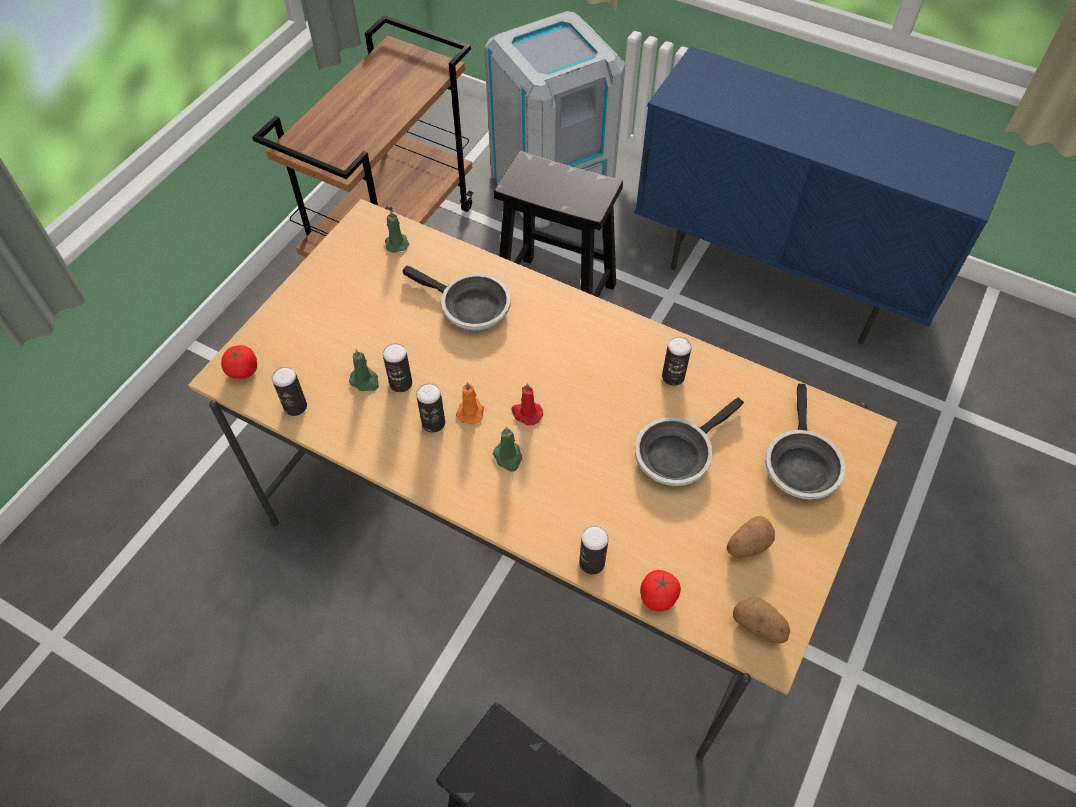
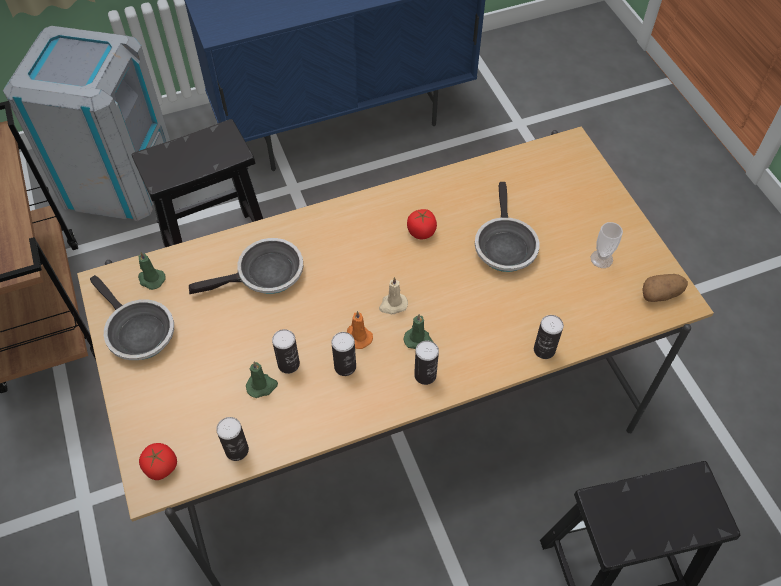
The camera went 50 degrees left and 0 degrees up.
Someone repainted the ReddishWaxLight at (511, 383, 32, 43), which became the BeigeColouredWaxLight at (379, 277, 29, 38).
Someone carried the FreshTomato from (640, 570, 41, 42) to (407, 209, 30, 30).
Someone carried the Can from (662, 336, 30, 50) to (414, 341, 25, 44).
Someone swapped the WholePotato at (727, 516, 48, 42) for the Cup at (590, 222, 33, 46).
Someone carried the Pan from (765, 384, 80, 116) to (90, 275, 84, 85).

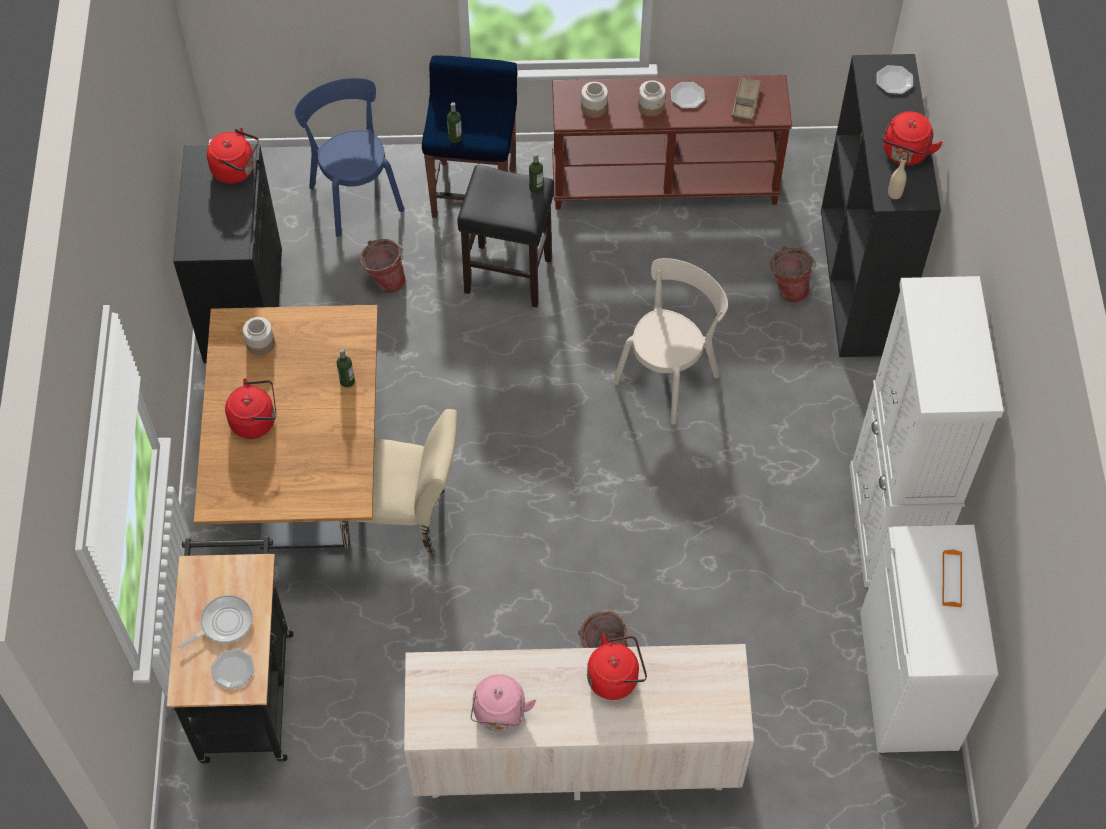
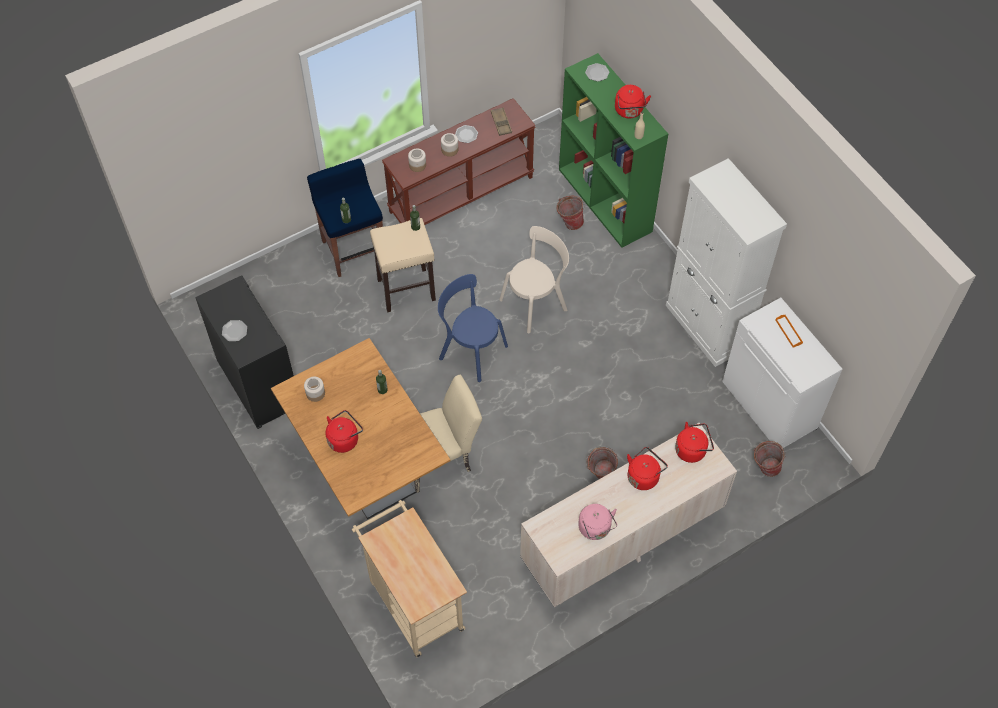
The camera went 30 degrees left and 0 degrees up.
Someone repainted the BlackishTrolley at (167, 536, 126, 228), which became the BeigeColouredTrolley at (352, 500, 115, 157).
Someone took away the Pan at (178, 595, 75, 54).
Someone carried the ReddishTeaKettle from (207, 128, 52, 56) to (675, 422, 39, 41).
Someone carried the DinnerPlate from (211, 648, 44, 41) to (222, 320, 25, 21).
Someone carried the BlueUprightChair from (295, 78, 109, 159) to (438, 274, 70, 108).
Someone carried the Pail from (360, 239, 46, 54) to (754, 441, 32, 36).
Someone repainted the BlackishStool at (457, 165, 97, 142), which became the BeigeColouredStool at (370, 218, 66, 94).
Someone rotated the BeigeColouredUprightChair at (613, 258, 115, 166) by 45 degrees clockwise.
Someone repainted the BlackishBookshelf at (821, 54, 120, 303), which became the GreenishBookshelf at (559, 53, 109, 195).

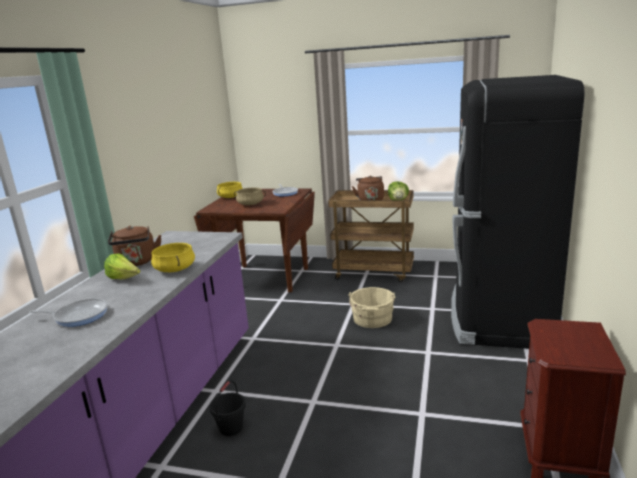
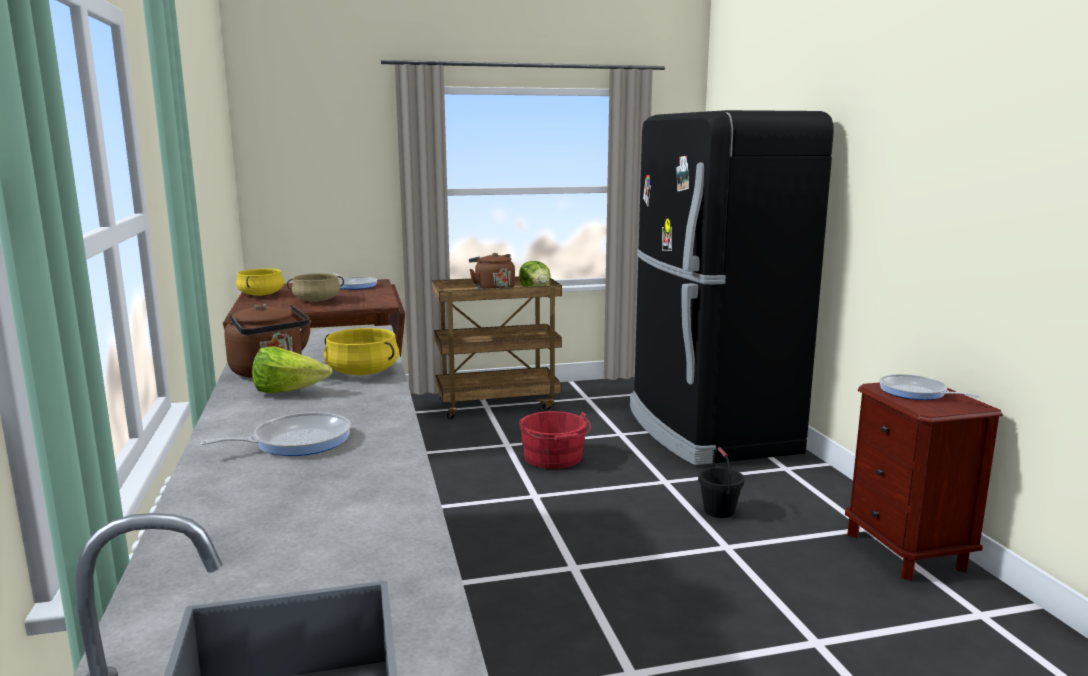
The camera went 30 degrees left and 5 degrees down.
Someone carried the BlackishPail from (210, 381, 36, 55) to (698, 447, 46, 71).
Someone repainted the BeigeColouredPail at (348, 287, 47, 41), which became the ReddishPail at (519, 411, 72, 58).
Someone put down the Pan at (879, 374, 101, 26).

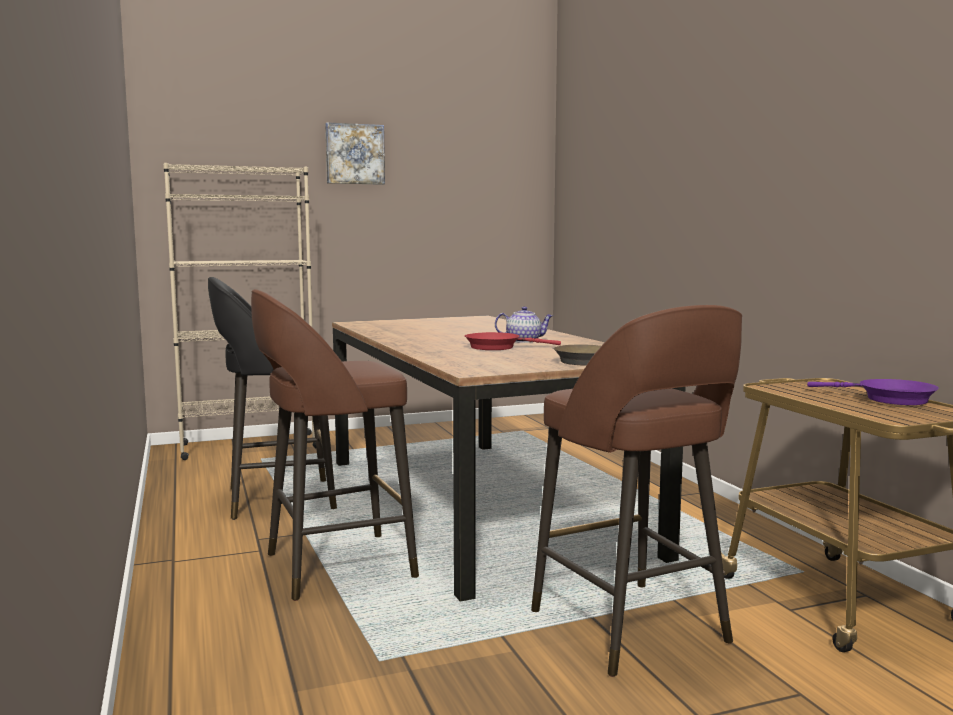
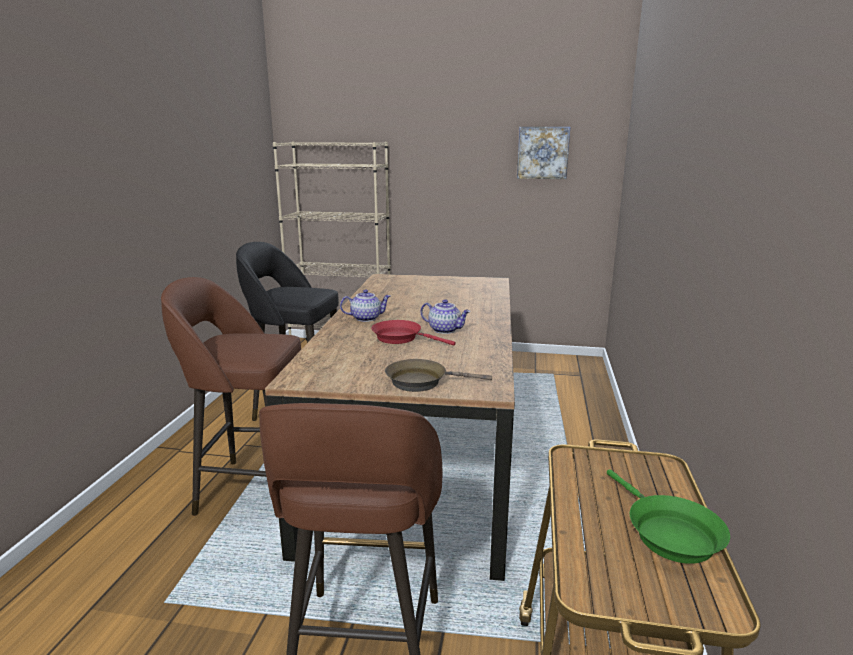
The camera went 30 degrees right and 10 degrees up.
Someone carried the Picture from (325, 122, 60, 63) to (517, 127, 53, 52).
Someone repainted the PurplePan at (807, 379, 132, 26), which became the GreenishPan at (607, 469, 123, 95).
Someone put down the TeaPot at (340, 289, 50, 33).

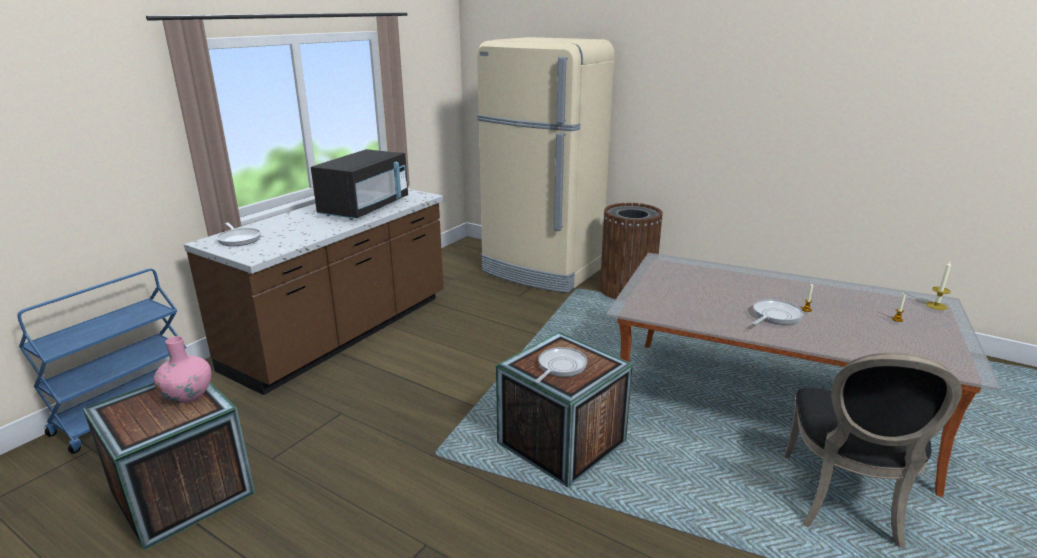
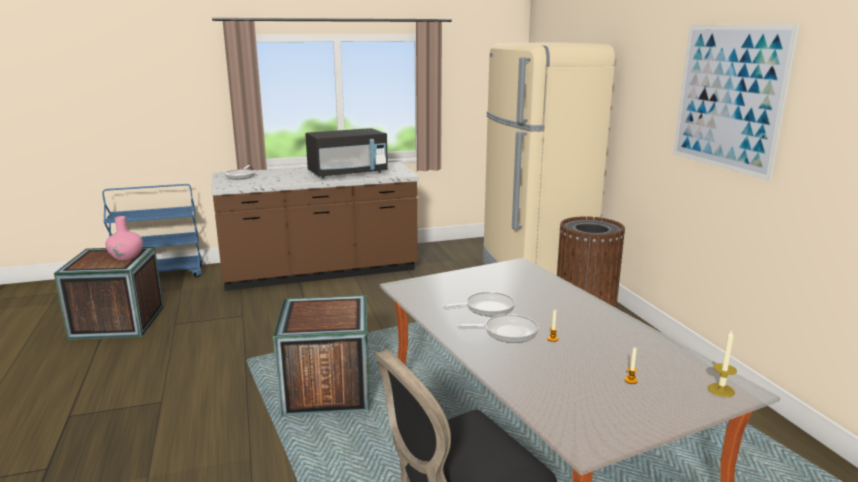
The camera went 40 degrees right and 5 degrees down.
Someone carried the Pan from (535, 347, 52, 36) to (442, 292, 73, 24).
Someone put up the Picture at (673, 24, 126, 157).

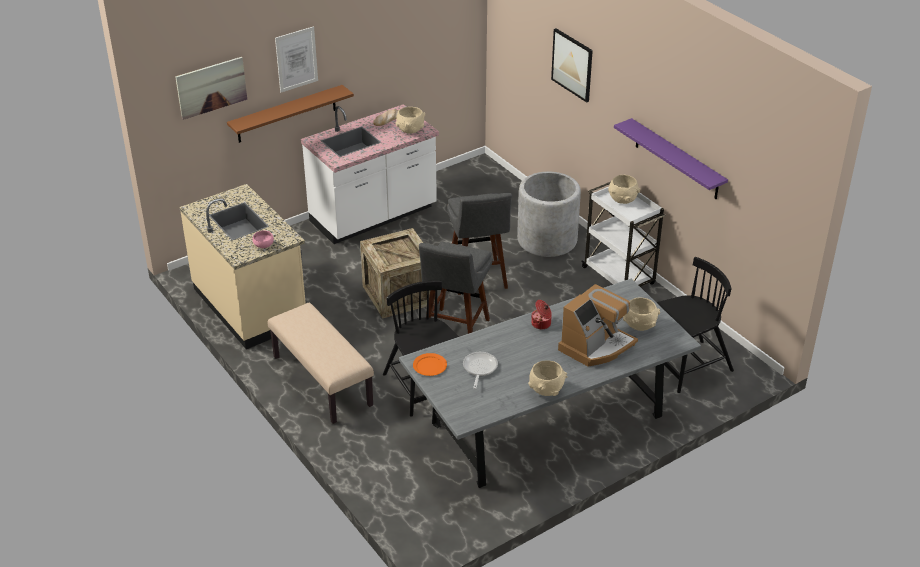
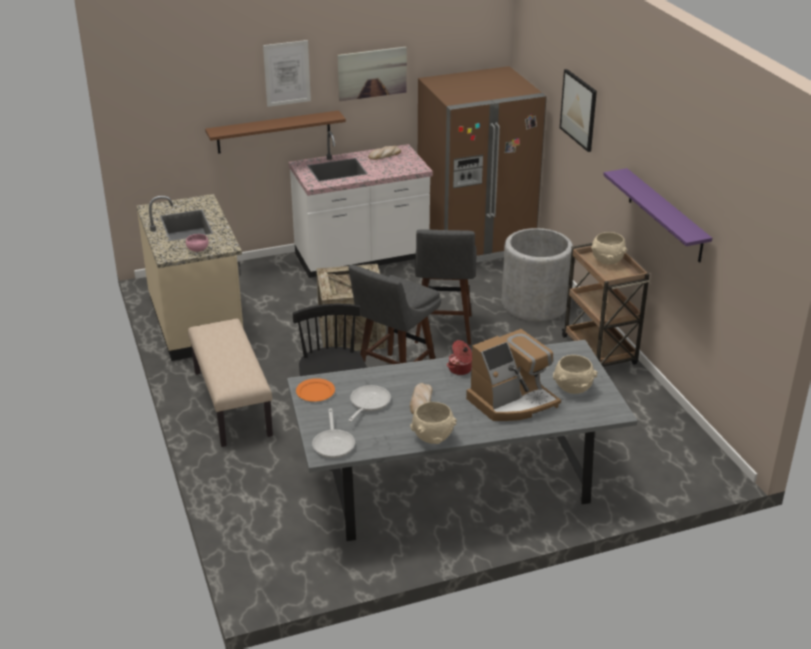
The camera went 15 degrees right and 5 degrees down.
Someone carried the Picture from (175, 57, 72, 63) to (337, 47, 70, 54).
Someone took away the BeigeColouredDeepDish at (396, 107, 29, 27).
Someone repainted the WhitishTrolley at (581, 182, 85, 105), which became the BrownishTrolley at (562, 243, 88, 124).
Someone took away the BlackishUprightChair at (657, 257, 77, 136).
Someone put down the Pan at (312, 408, 43, 50).
Someone put down the BakedBread at (410, 383, 22, 31).
Someone put down the BrownishFridge at (418, 66, 129, 196).

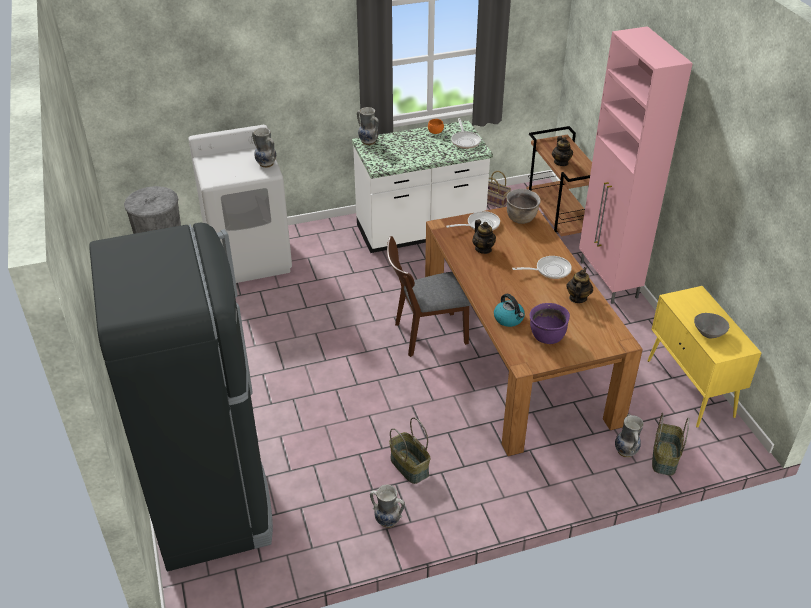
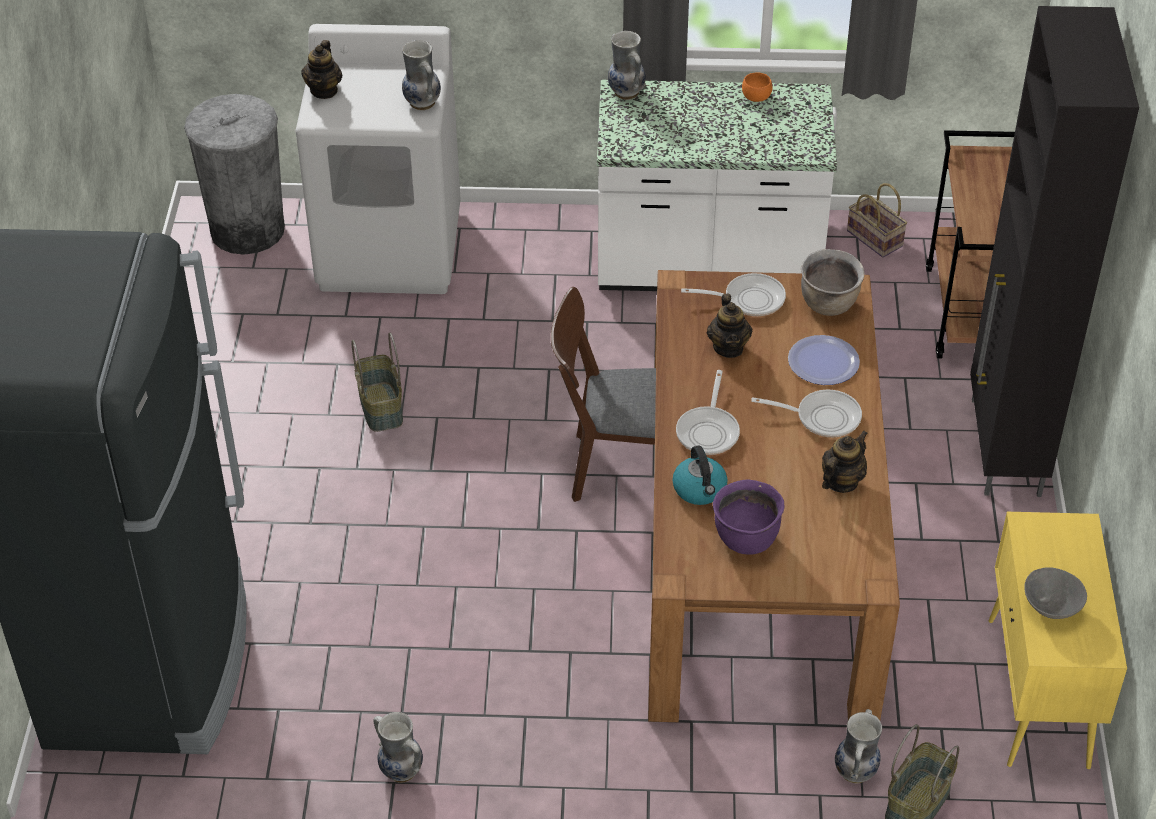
The camera went 20 degrees right and 5 degrees up.
Someone carried the HouseholdBasket from (389, 417, 42, 67) to (351, 333, 52, 99).
Someone carried the Pan from (451, 118, 30, 31) to (676, 370, 64, 85).
Someone carried the TeaPot from (552, 136, 21, 30) to (301, 40, 41, 59).
Someone repainted the PinkColouredCupboard at (579, 26, 114, 278), which became the BlackishCupboard at (970, 6, 169, 491).
Someone put down the DinnerPlate at (788, 335, 72, 50).

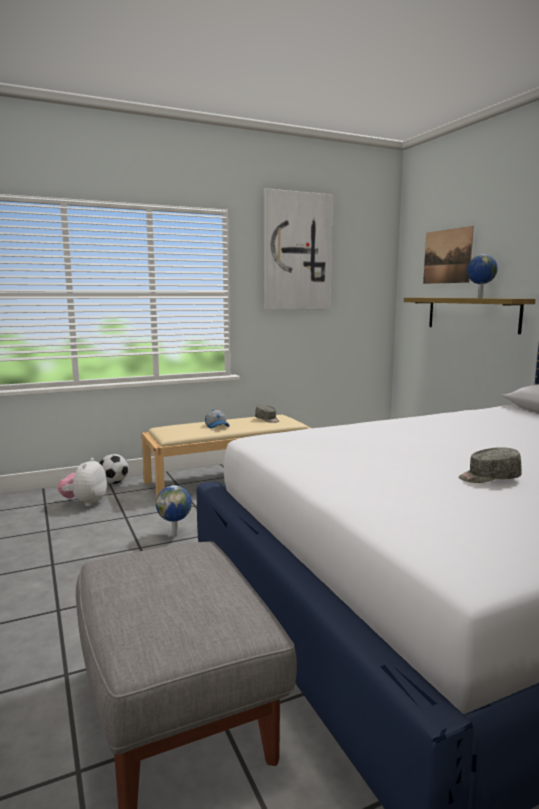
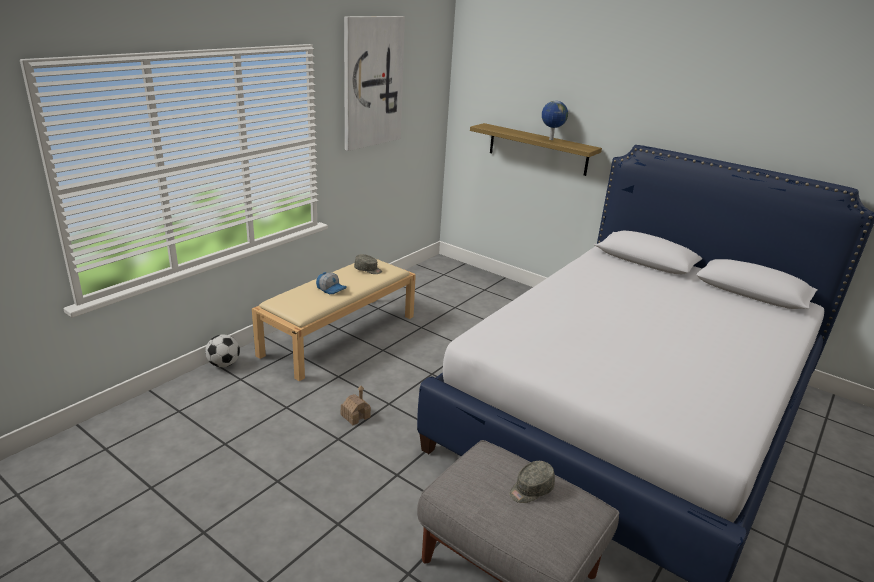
The camera went 30 degrees left and 15 degrees up.
Someone took away the CuddlyToy at (58, 458, 49, 49).
Someone swapped the WorldGlobe at (156, 485, 36, 52) for the ToyHouse at (340, 386, 31, 39).
Someone took away the Picture at (423, 226, 51, 58).
Someone carried the GreyishPeakedCap from (459, 447, 63, 36) to (509, 461, 46, 42).

